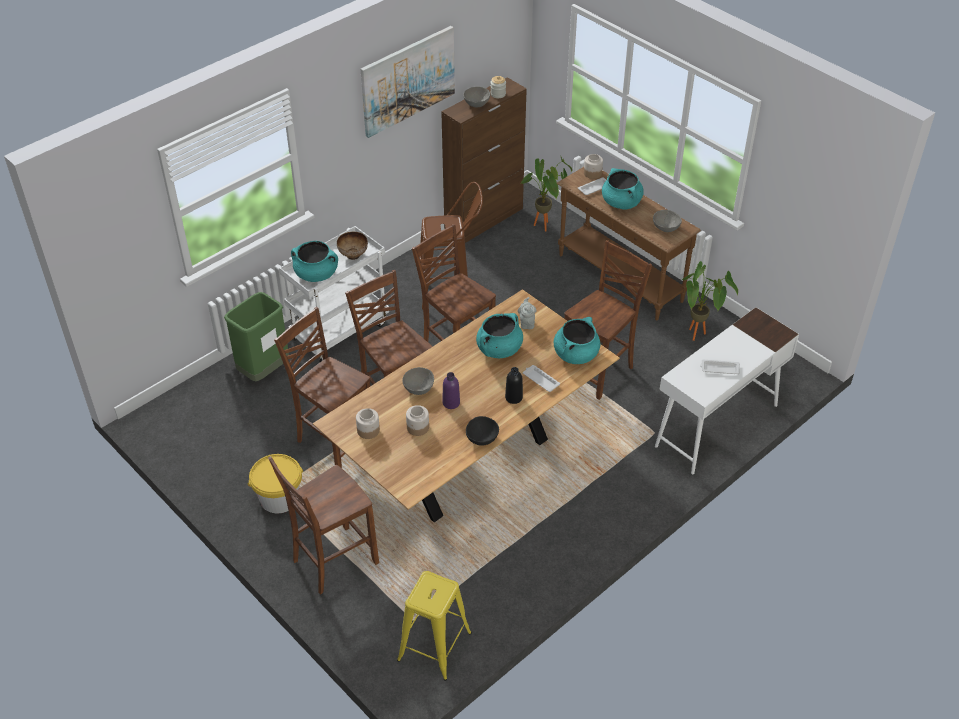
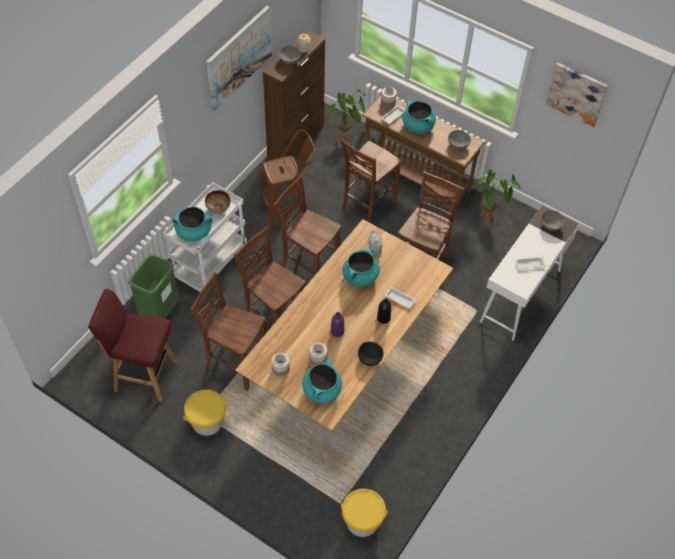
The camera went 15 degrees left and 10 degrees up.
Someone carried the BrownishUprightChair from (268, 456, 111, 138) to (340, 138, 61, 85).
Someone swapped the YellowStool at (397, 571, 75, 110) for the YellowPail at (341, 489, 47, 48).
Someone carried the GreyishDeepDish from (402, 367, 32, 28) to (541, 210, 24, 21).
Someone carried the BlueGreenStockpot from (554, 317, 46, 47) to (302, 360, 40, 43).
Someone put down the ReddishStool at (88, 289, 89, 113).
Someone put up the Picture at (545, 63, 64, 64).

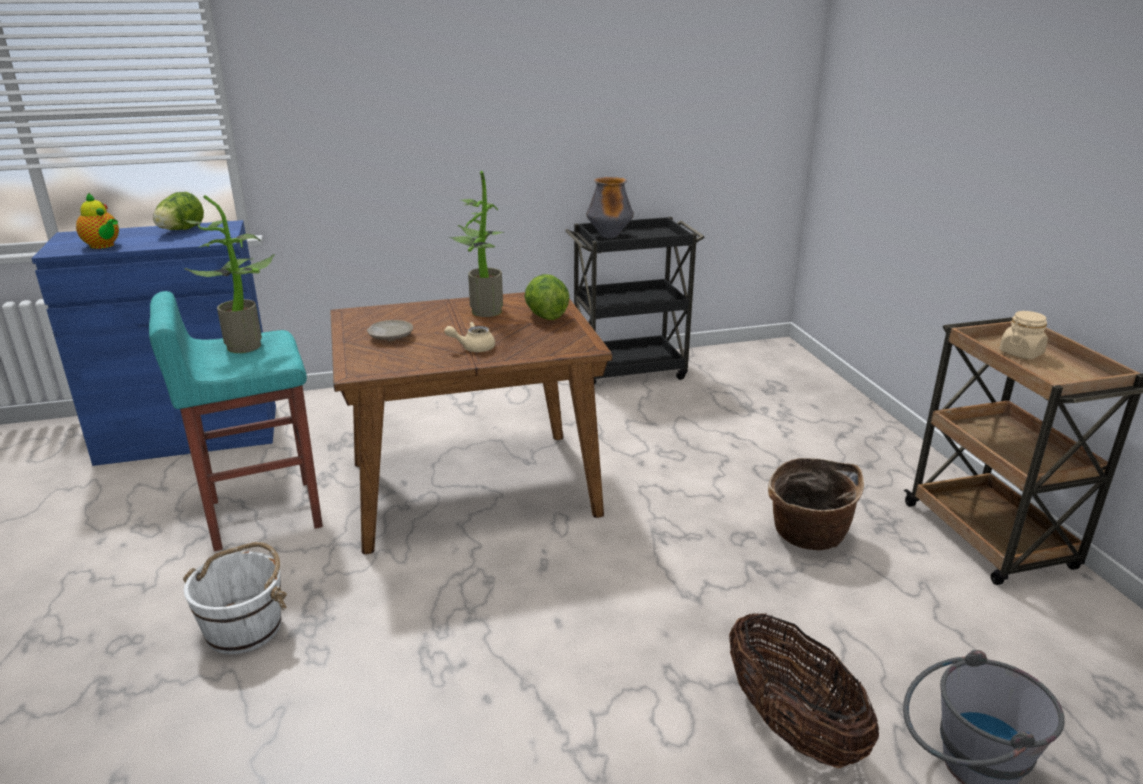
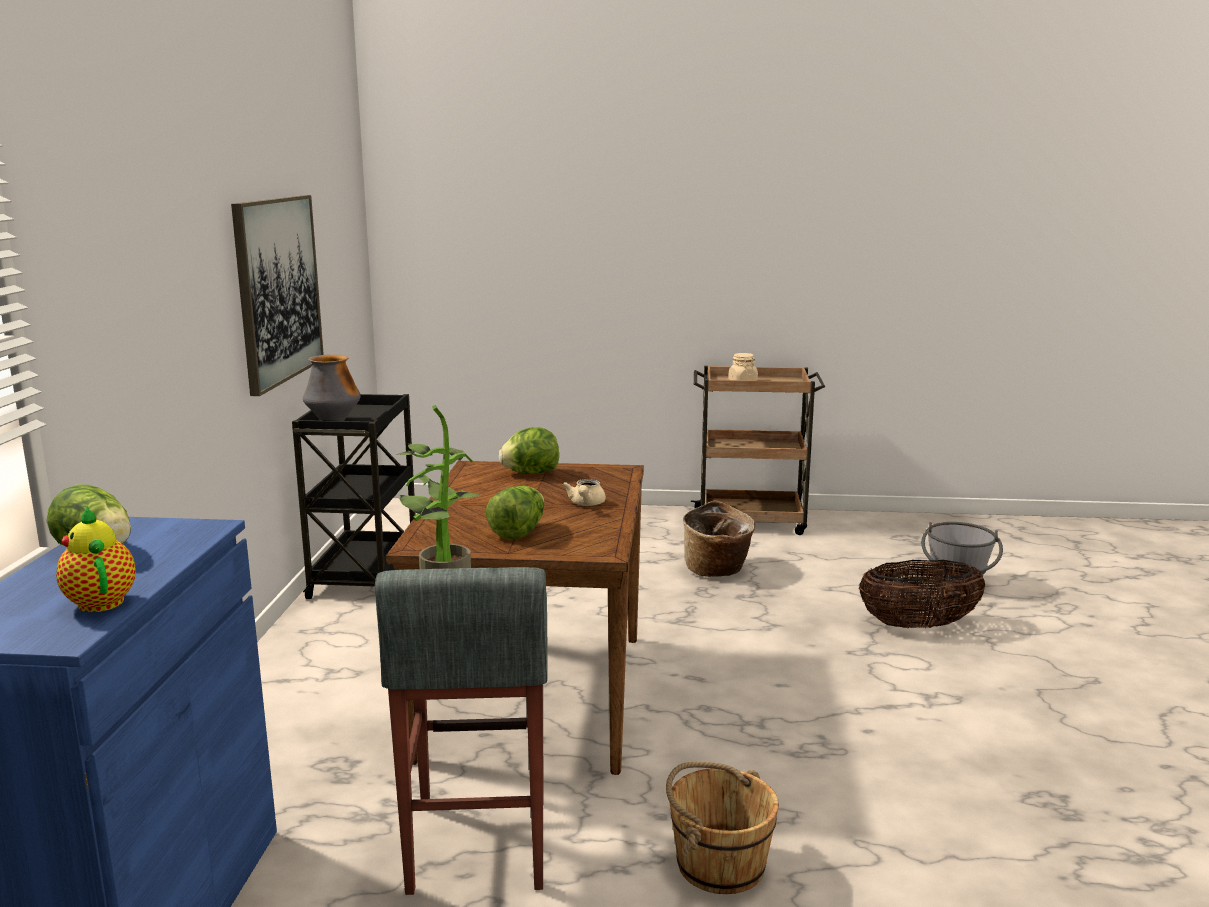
The camera went 70 degrees left and 10 degrees down.
Someone rotated the TeaPot at (76, 193, 43, 56) by 90 degrees counterclockwise.
Someone repainted the BlueGreenStool at (149, 291, 174, 260), which became the GreyishStool at (375, 567, 173, 328).
Someone repainted the WhitishPail at (183, 542, 104, 112), which became the BrownishPail at (666, 762, 113, 132).
Someone swapped the BeigeColouredDinnerPlate at (367, 320, 46, 21) for the Lettuce at (486, 486, 58, 54).
Someone took away the Houseplant at (448, 171, 56, 146).
Someone put up the Picture at (231, 195, 93, 201).

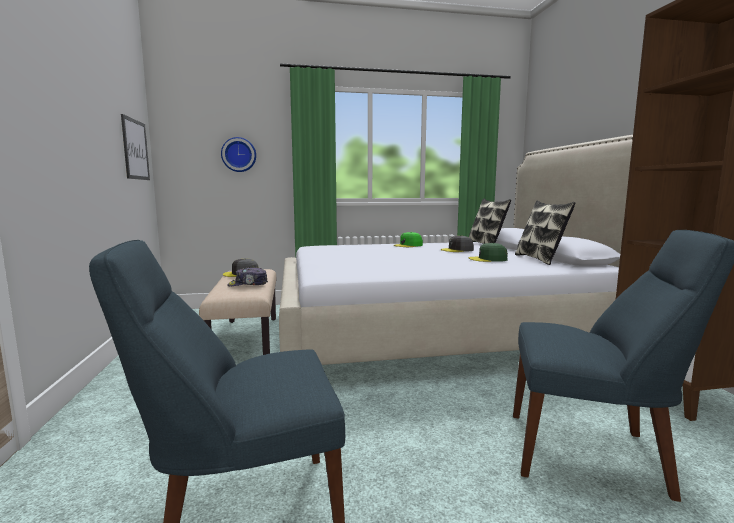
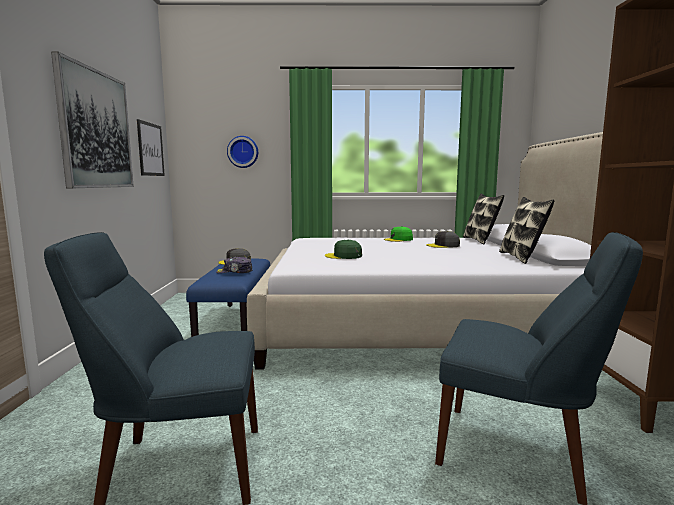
The camera went 10 degrees right and 0 degrees up.
Someone repainted the BeigeColouredIndoorBench at (199, 269, 77, 86), which became the BlueIndoorBench at (186, 258, 85, 79).
Someone carried the GreenishPeakedCap from (469, 243, 39, 19) to (325, 240, 37, 19).
Someone put up the Picture at (51, 52, 83, 136).

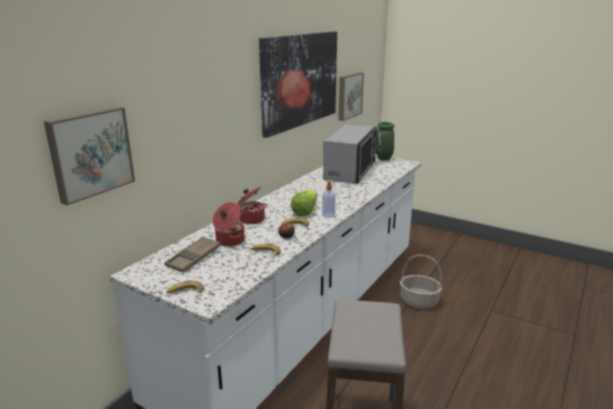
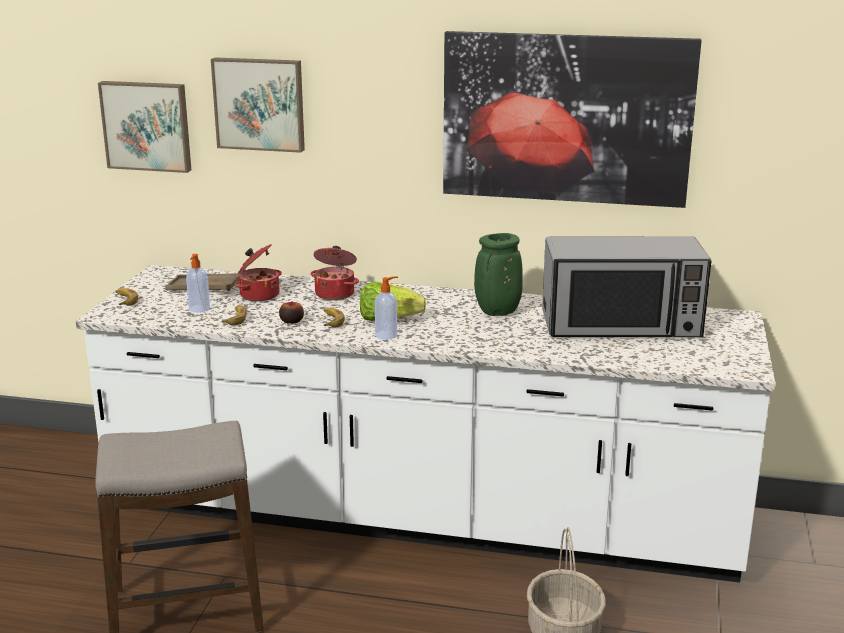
The camera went 70 degrees right and 0 degrees up.
Someone carried the Picture from (339, 72, 25, 49) to (211, 57, 94, 96).
Someone carried the GreenishDecorativeVase from (376, 122, 18, 39) to (474, 233, 49, 83).
Someone put down the SoapDispenser at (186, 254, 24, 59).

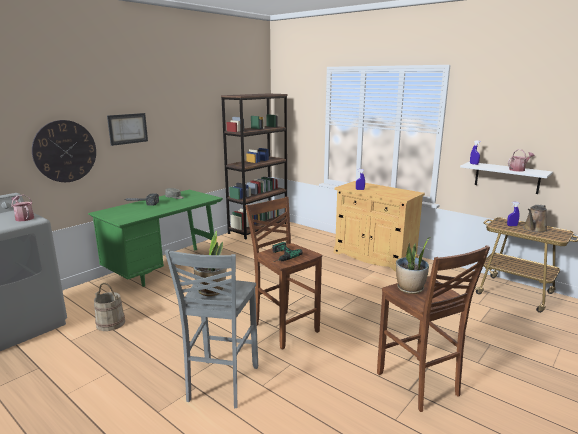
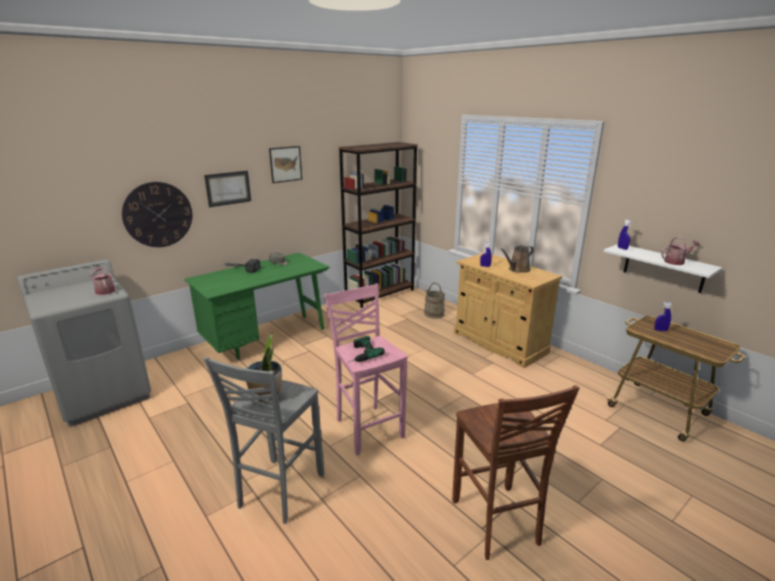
The camera went 10 degrees right and 5 degrees up.
Someone carried the BeigeColouredPail from (94, 283, 31, 48) to (424, 283, 21, 36).
Someone repainted the BrownishStool at (245, 197, 77, 153), which became the PinkColouredStool at (324, 284, 84, 171).
Someone took away the Houseplant at (396, 237, 34, 57).
Someone carried the BrownishWateringCan from (523, 205, 25, 28) to (500, 245, 34, 28).
Someone put up the Picture at (269, 146, 33, 37).

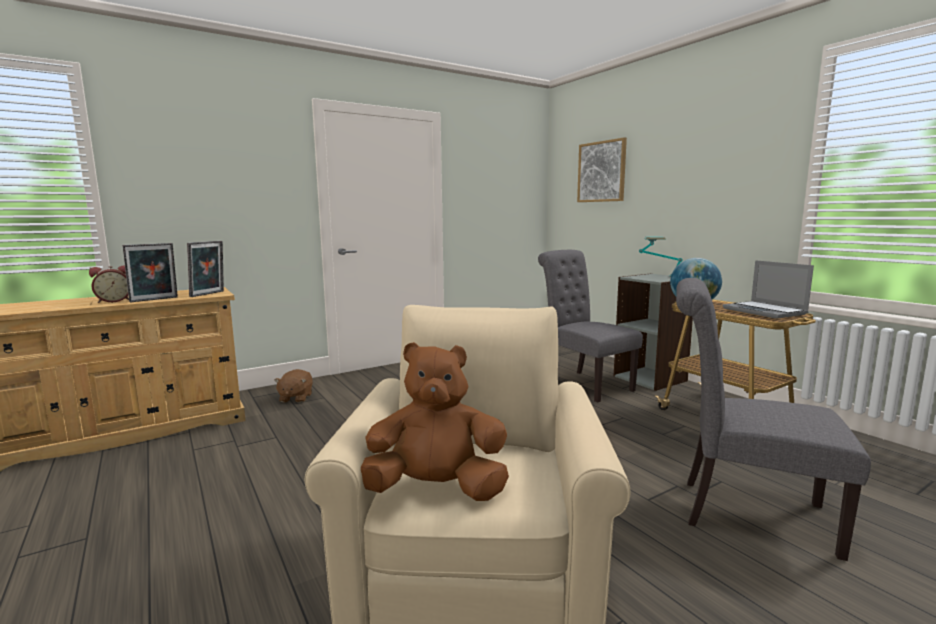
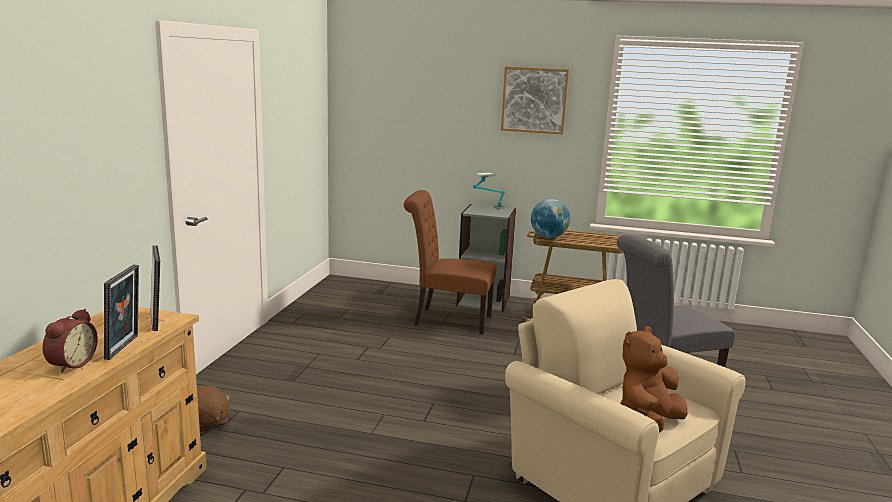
The camera went 45 degrees left and 5 degrees up.
Someone repainted the GreyishUprightChair at (538, 250, 105, 152), which became the BrownishUprightChair at (404, 190, 93, 145).
Someone carried the Picture from (577, 137, 50, 65) to (501, 66, 68, 69).
Someone took away the NotebookComputer at (723, 260, 91, 59).

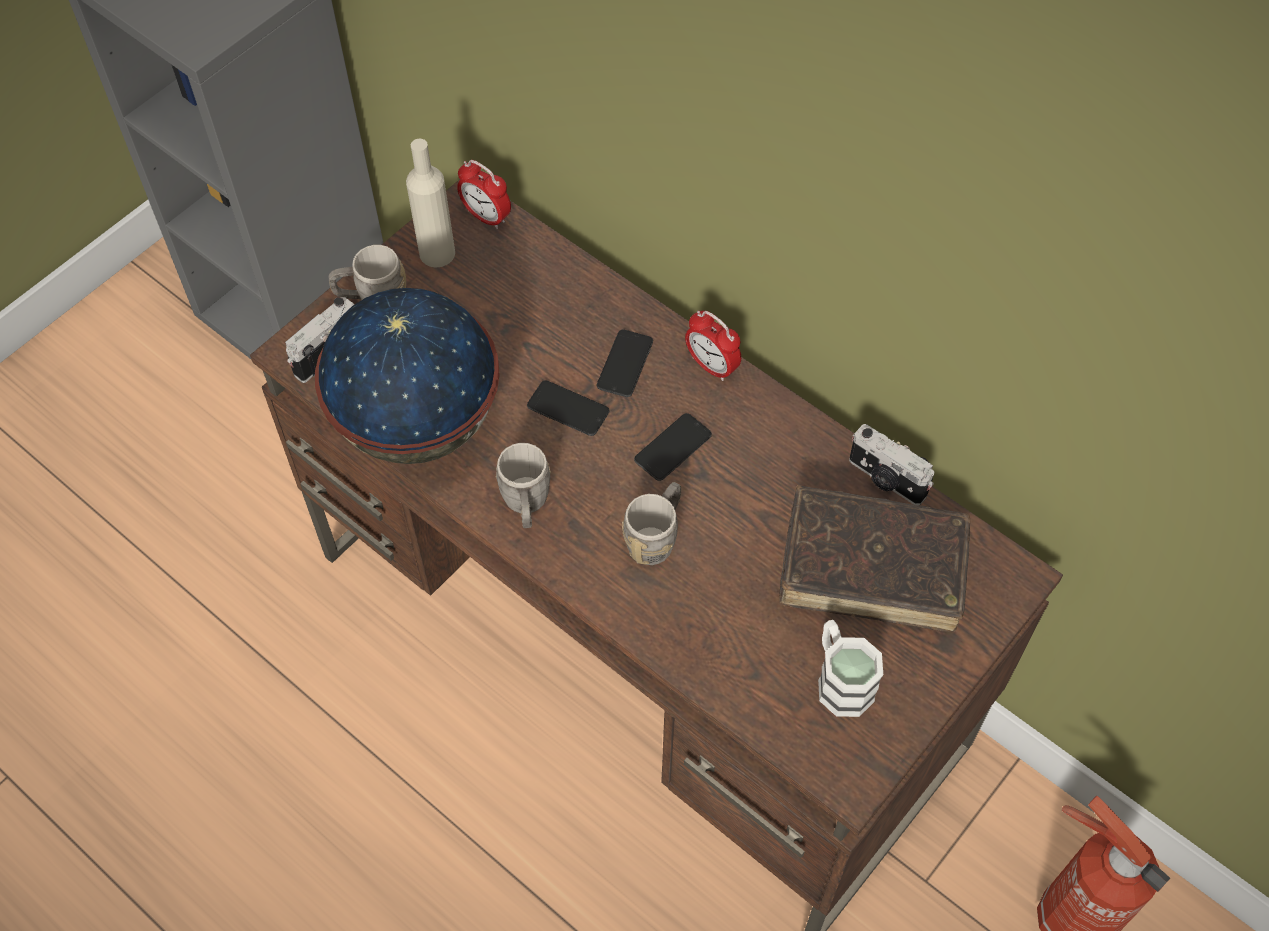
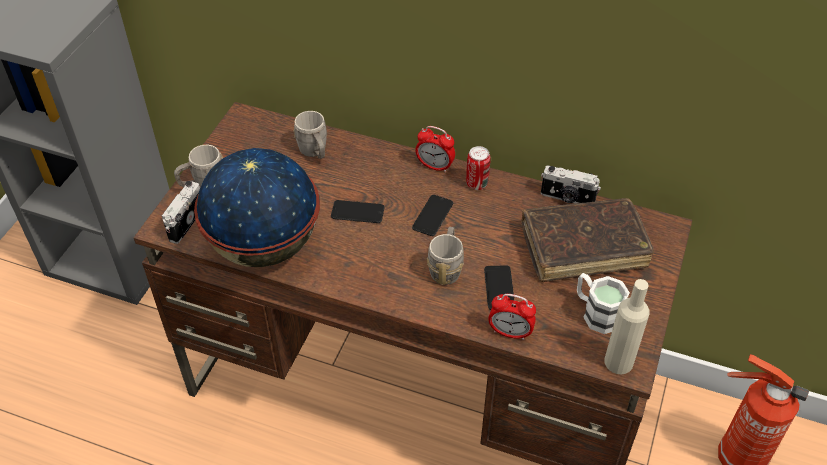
The camera went 20 degrees left and 10 degrees down.
Someone carried the BeigeColouredBeverageBottle from (406, 139, 49, 129) to (604, 279, 46, 95).
Someone carried the BedsideClock from (457, 160, 54, 69) to (488, 294, 48, 46).
Someone carried the GreyishTeaMug from (496, 443, 55, 85) to (293, 111, 34, 48).
Someone carried the Phone from (597, 330, 56, 67) to (484, 266, 30, 44).
Someone put down the Can at (466, 146, 25, 44).

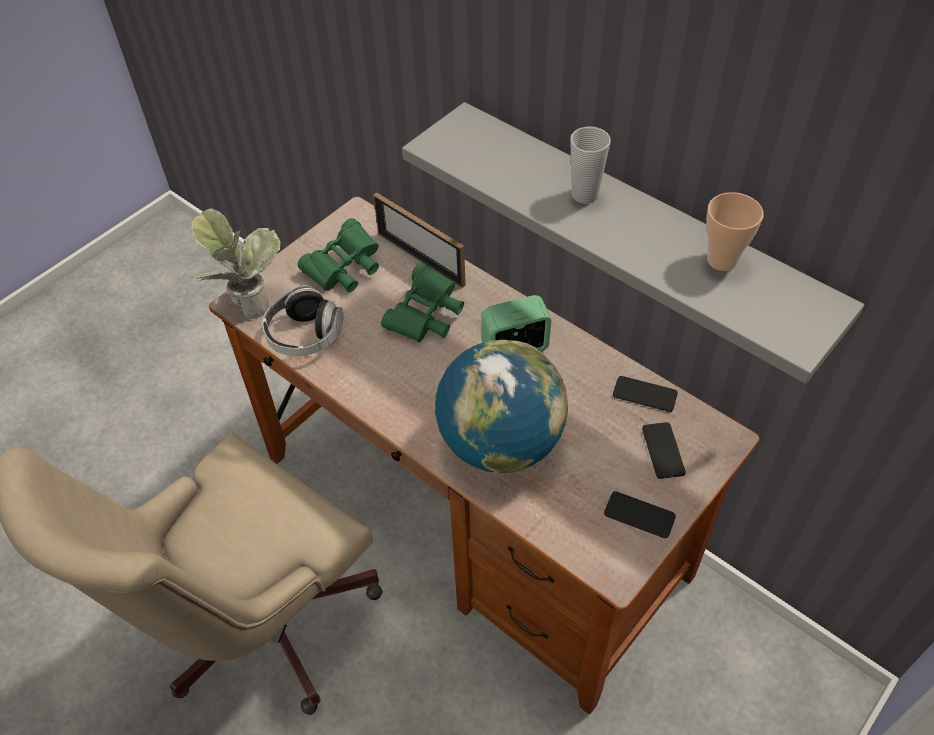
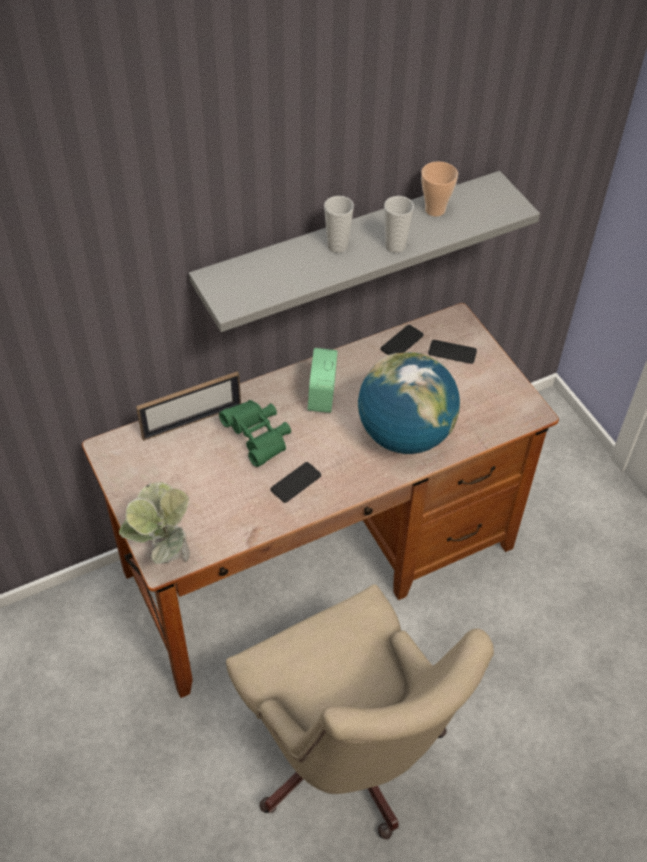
The camera went 70 degrees left and 0 degrees up.
Someone took away the Headset at (262, 285, 81, 71).
Someone took away the GreenishPairOfBinoculars at (298, 218, 81, 74).
Someone carried the Phone from (604, 491, 72, 47) to (271, 462, 50, 41).
Someone put down the Cup at (384, 196, 30, 57).

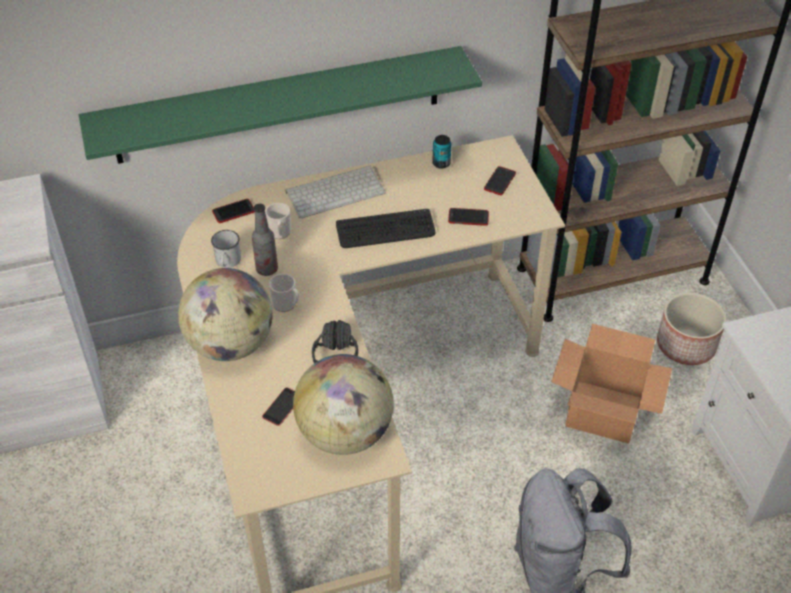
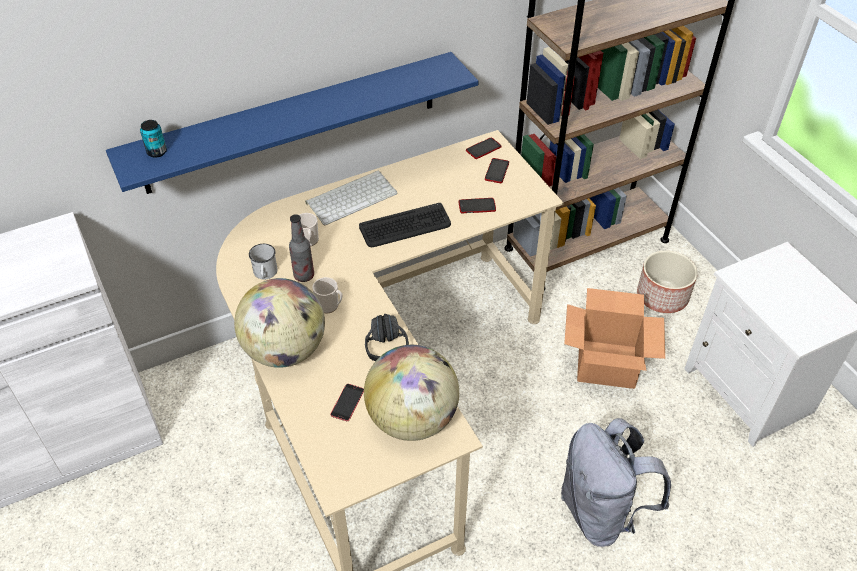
The camera went 10 degrees left and 0 degrees up.
Someone repainted the GreenishShelf at (79, 46, 403, 118), which became the BlueShelf at (106, 52, 373, 142).
Someone carried the Phone from (212, 199, 43, 24) to (466, 138, 36, 21).
Someone carried the Can from (432, 135, 19, 34) to (140, 120, 27, 38).

